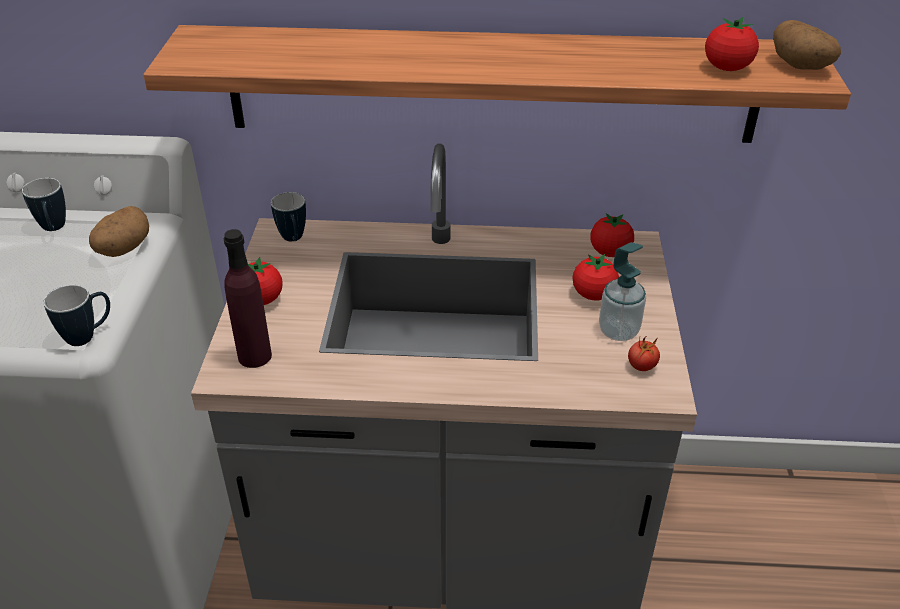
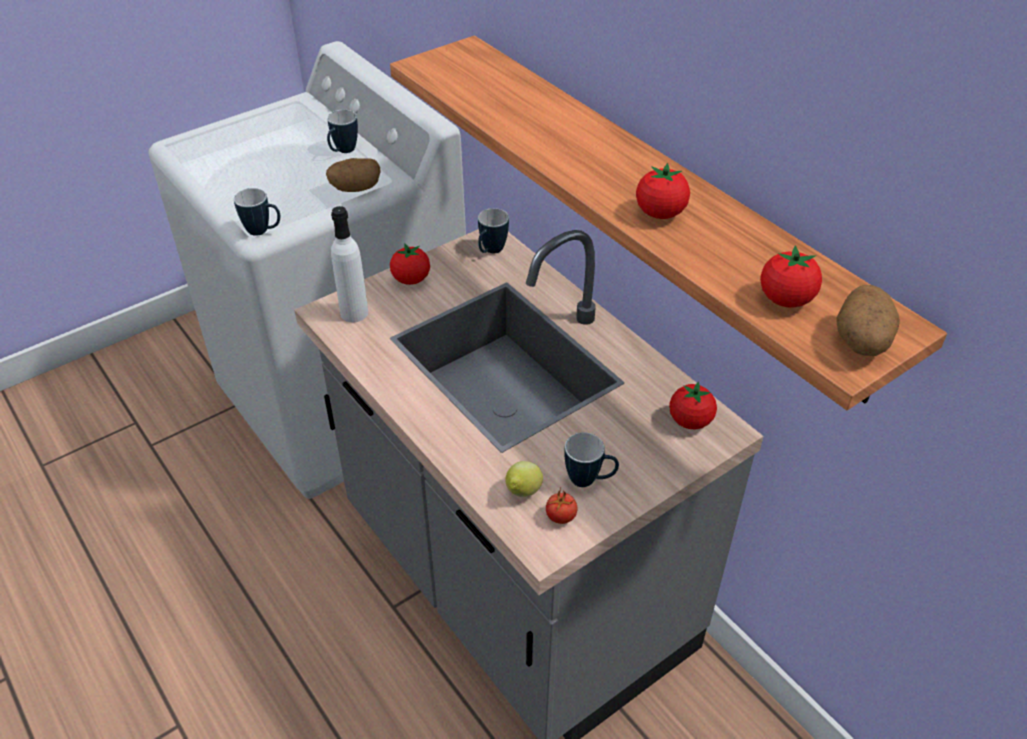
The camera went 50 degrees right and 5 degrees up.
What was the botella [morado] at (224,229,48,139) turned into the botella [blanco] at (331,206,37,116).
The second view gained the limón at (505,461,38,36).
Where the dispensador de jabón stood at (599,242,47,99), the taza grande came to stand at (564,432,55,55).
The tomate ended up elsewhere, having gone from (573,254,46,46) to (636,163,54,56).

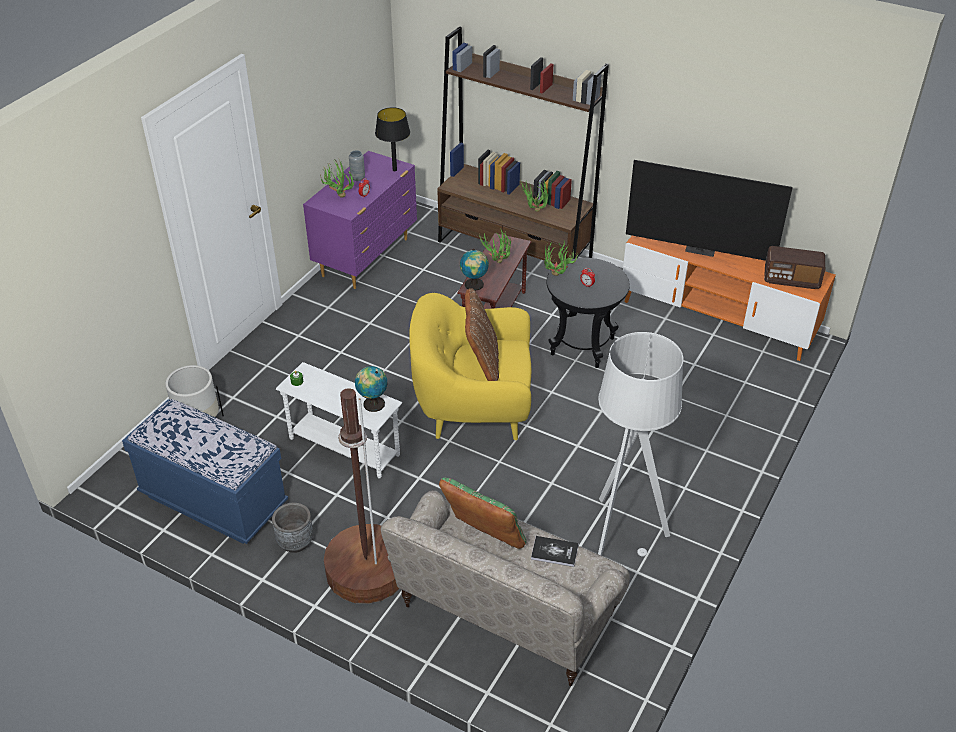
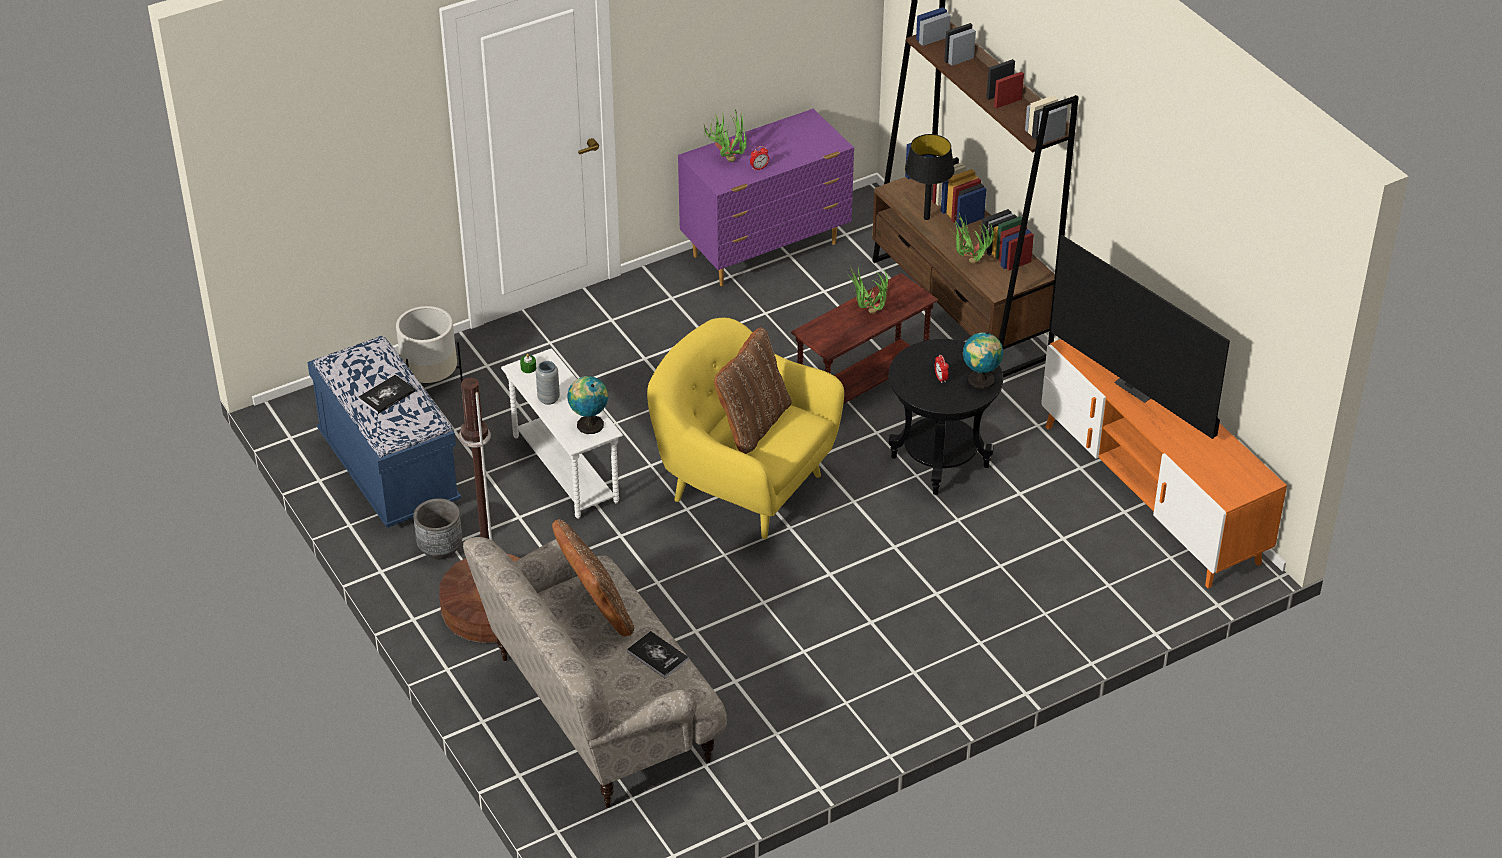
The camera went 30 degrees right and 0 degrees up.
The second view gained the libro at (358,375,58,39).
The florero [gris] ended up elsewhere, having gone from (349,150,16,31) to (536,361,24,44).
What was the cojín [verde] at (439,477,87,72) turned into the cojín [marrón] at (552,519,82,117).
The lámpara de mesa [negro] ended up elsewhere, having gone from (375,107,35,64) to (905,134,50,86).
The globo terráqueo ended up elsewhere, having gone from (460,249,29,42) to (963,331,40,58).
The second view lost the planta en maceta at (544,241,34,35).
The second view lost the lámpara de pie [gris] at (598,332,86,225).
The second view lost the radio at (764,246,61,43).

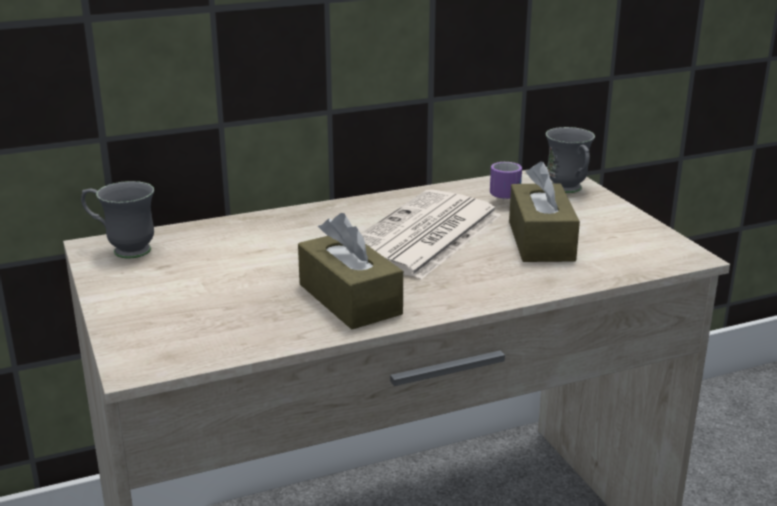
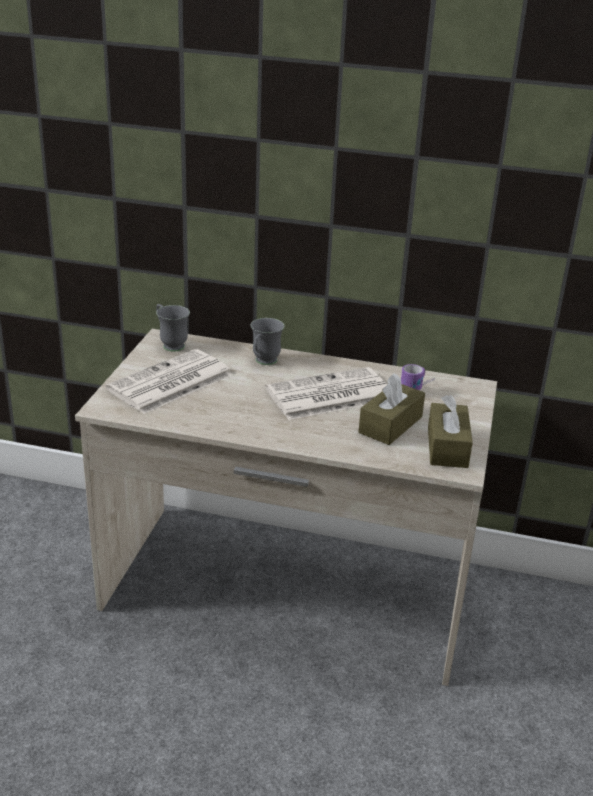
The camera went 35 degrees right and 5 degrees up.
The second view gained the periódico at (106,349,127,65).
The taza grande [gris] ended up elsewhere, having gone from (546,127,49,66) to (251,318,33,47).
The caja de pañuelos [marrón] ended up elsewhere, having gone from (298,213,105,116) to (428,395,45,73).

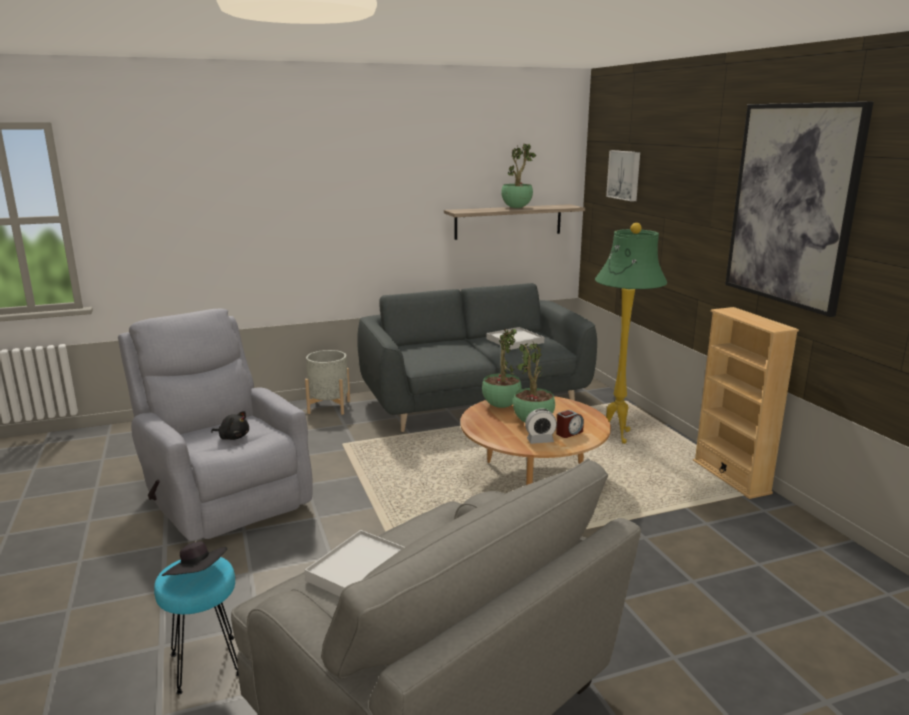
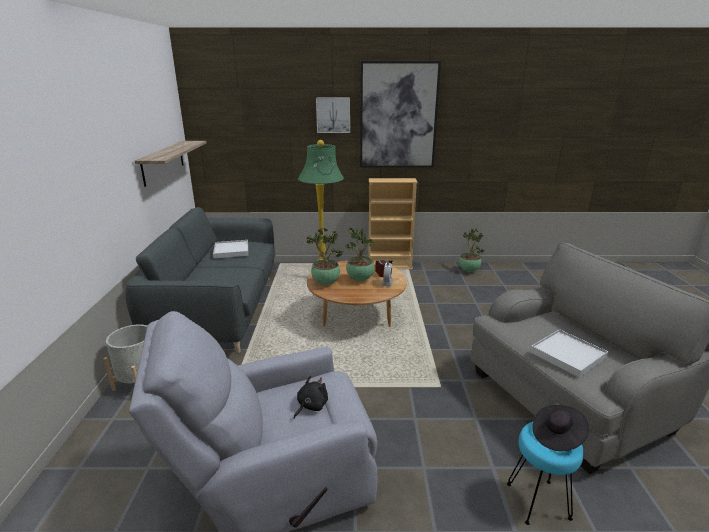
The camera went 70 degrees left and 5 degrees up.
The cuadro ended up elsewhere, having gone from (606,150,34,52) to (316,98,34,35).
The planta en maceta ended up elsewhere, having gone from (501,144,35,64) to (459,228,25,44).

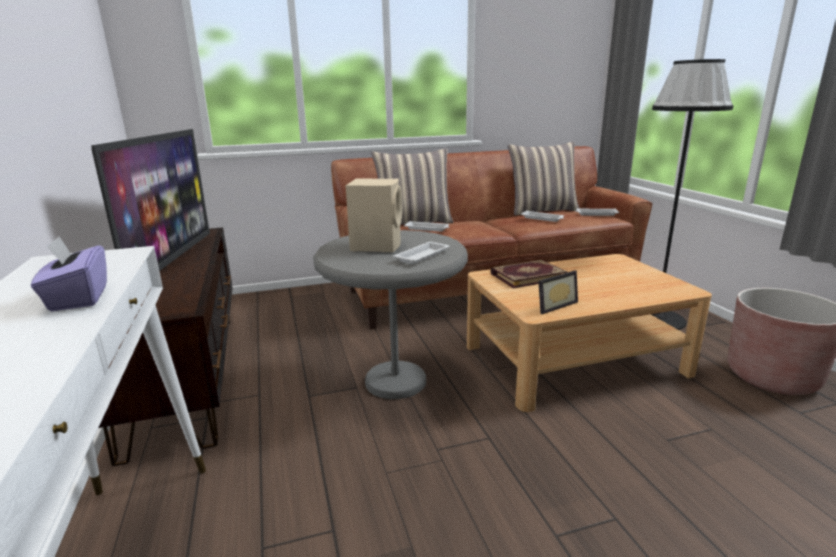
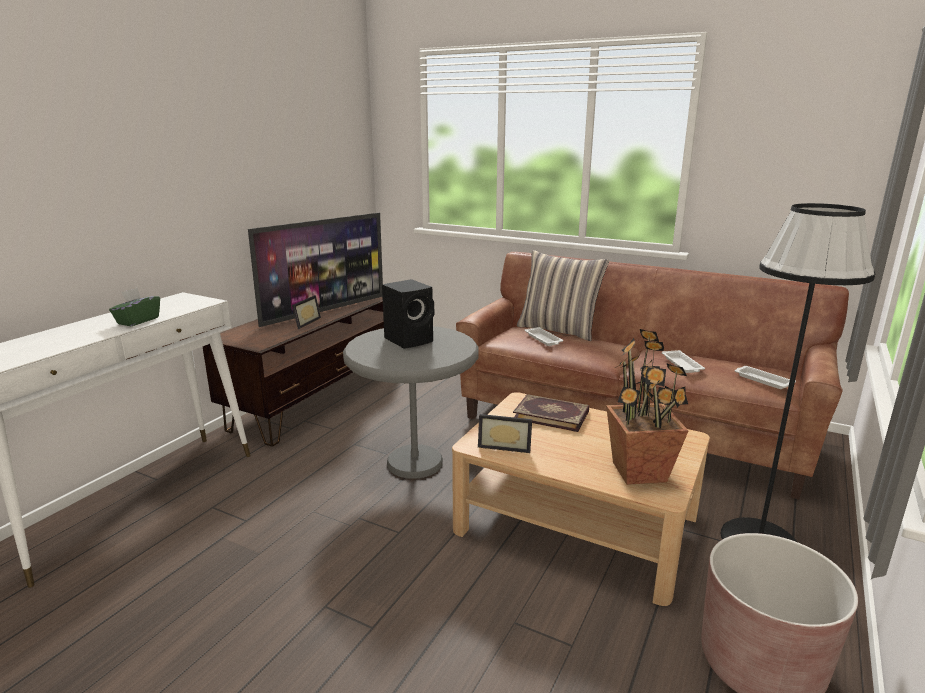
The camera went 45 degrees right and 0 degrees up.
What was the caja de pañuelos [morado] at (31,236,76,75) turned into the caja de pañuelos [verde] at (109,288,51,38).
The second view gained the portarretratos at (292,295,29,34).
What was the altavoz [beis] at (346,178,56,74) turned into the altavoz [negro] at (382,279,52,70).
The second view gained the planta en maceta at (606,329,83,156).
The second view lost the bandeja [blanco] at (393,242,57,23).
The second view lost the cojín at (508,142,72,74).

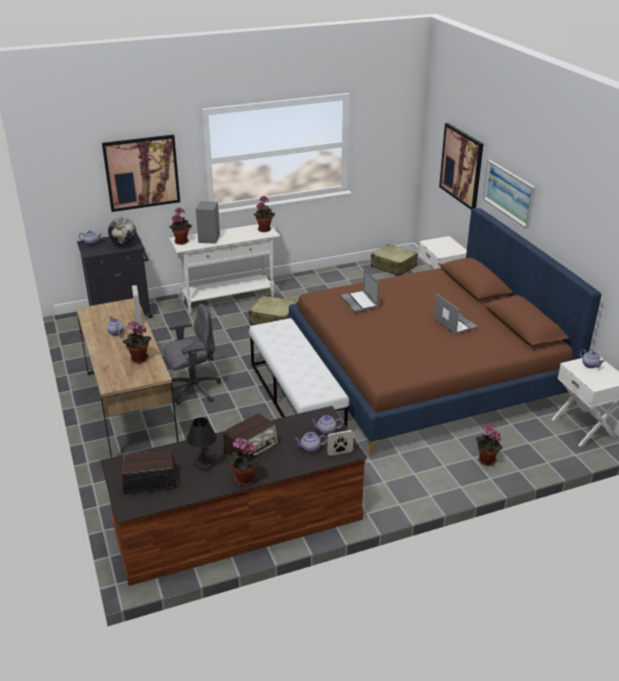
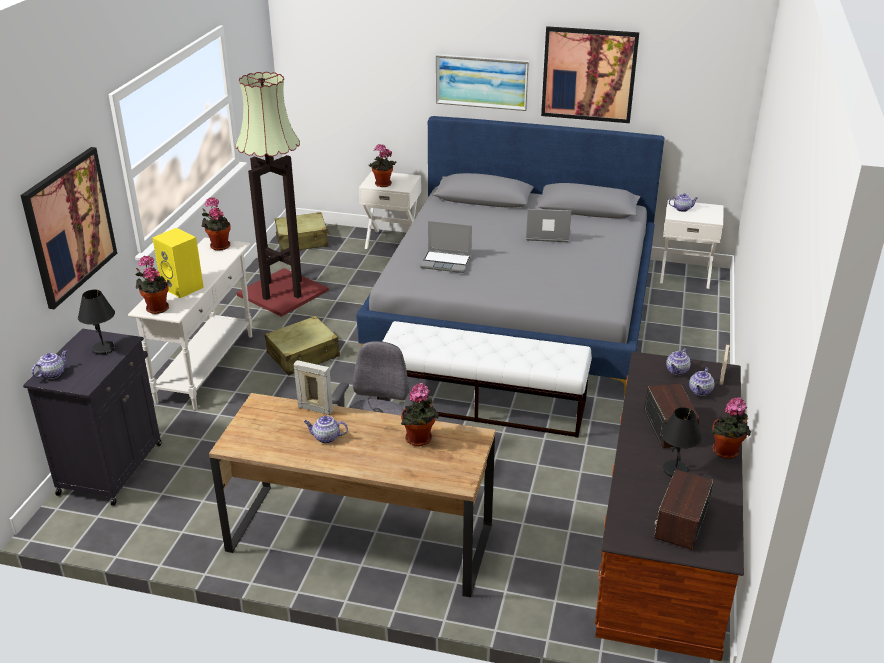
The camera went 55 degrees left and 0 degrees up.
Where the globo terráqueo stood at (108,218,28,28), the lámpara de mesa [negro] came to stand at (78,290,37,65).
What was the altavoz [gris] at (196,201,24,43) turned into the altavoz [amarillo] at (152,228,52,70).
The second view gained the lámpara de pie at (236,72,93,245).
What was the cama [marrón] at (289,208,312,248) turned into the cama [gris] at (356,116,309,282).
The planta en maceta ended up elsewhere, having gone from (476,424,26,42) to (369,144,27,43).
The cuadro ended up elsewhere, having gone from (439,123,45,87) to (541,26,98,97).

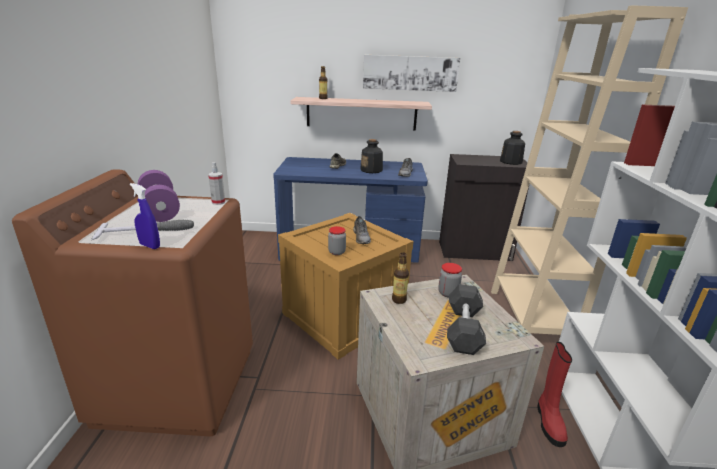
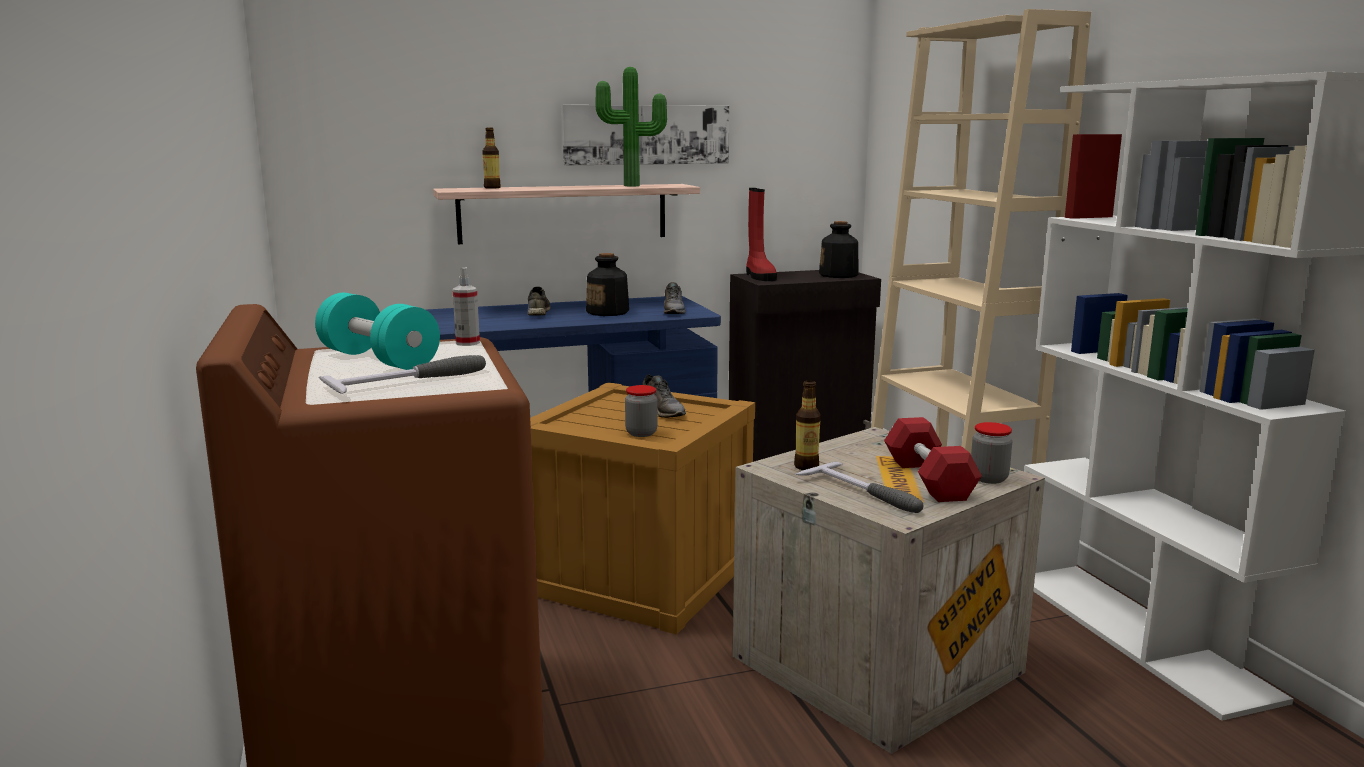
The camera went 20 degrees left and 10 degrees down.
What was the mancuerna [morado] at (138,170,42,52) turned into the mancuerna [turquesa] at (315,293,125,77).
The second view gained the planta en maceta at (596,67,71,120).
The bota [rojo] ended up elsewhere, having gone from (537,342,35,105) to (746,188,31,93).
The second view gained the martillo at (795,462,128,51).
What was the mancuerna [gris] at (447,284,39,71) turned into the mancuerna [rojo] at (884,417,98,85).
The tarro ended up elsewhere, having gone from (438,263,24,34) to (971,422,41,62).
The second view lost the pulverizador [azul] at (130,183,30,66).

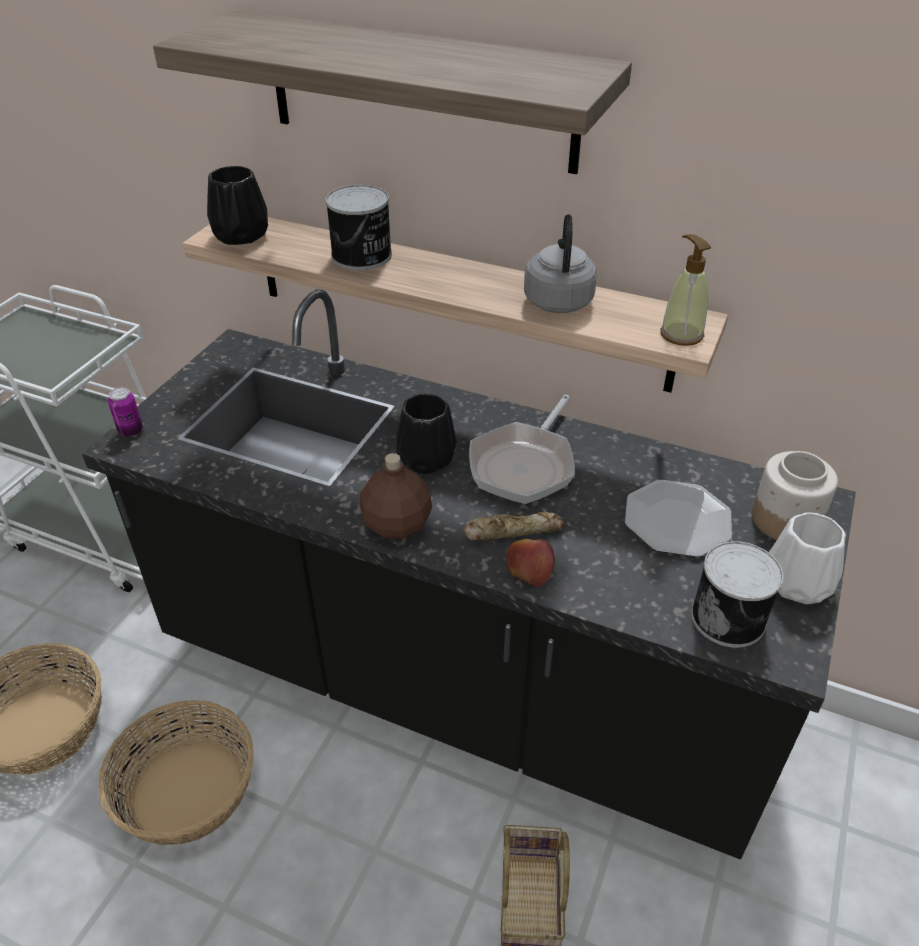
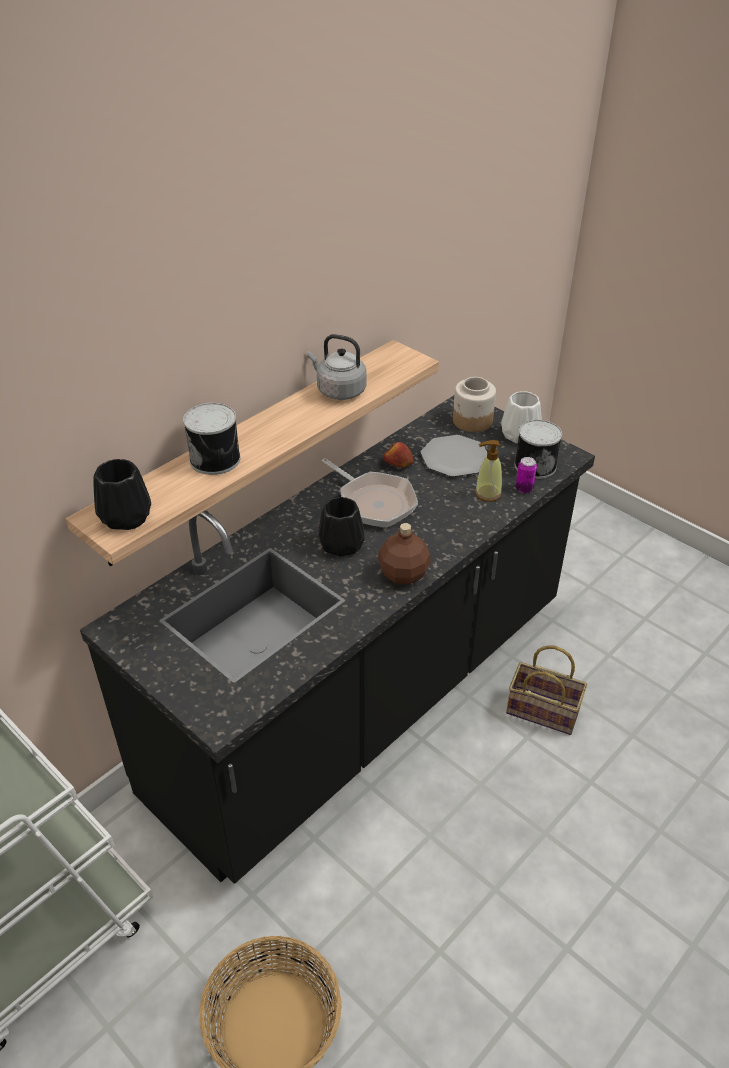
The camera went 70 degrees left and 0 degrees up.
The manzana ended up elsewhere, having gone from (506,539,48,48) to (383,442,31,26).
The dispensador de jabón ended up elsewhere, having gone from (660,234,51,112) to (475,440,27,62).
The lata ended up elsewhere, having gone from (108,387,35,50) to (515,457,22,36).
The second view lost the cesta at (99,700,155,145).
The second view lost the estante at (153,10,479,164).
The second view lost the pan at (463,512,102,29).

